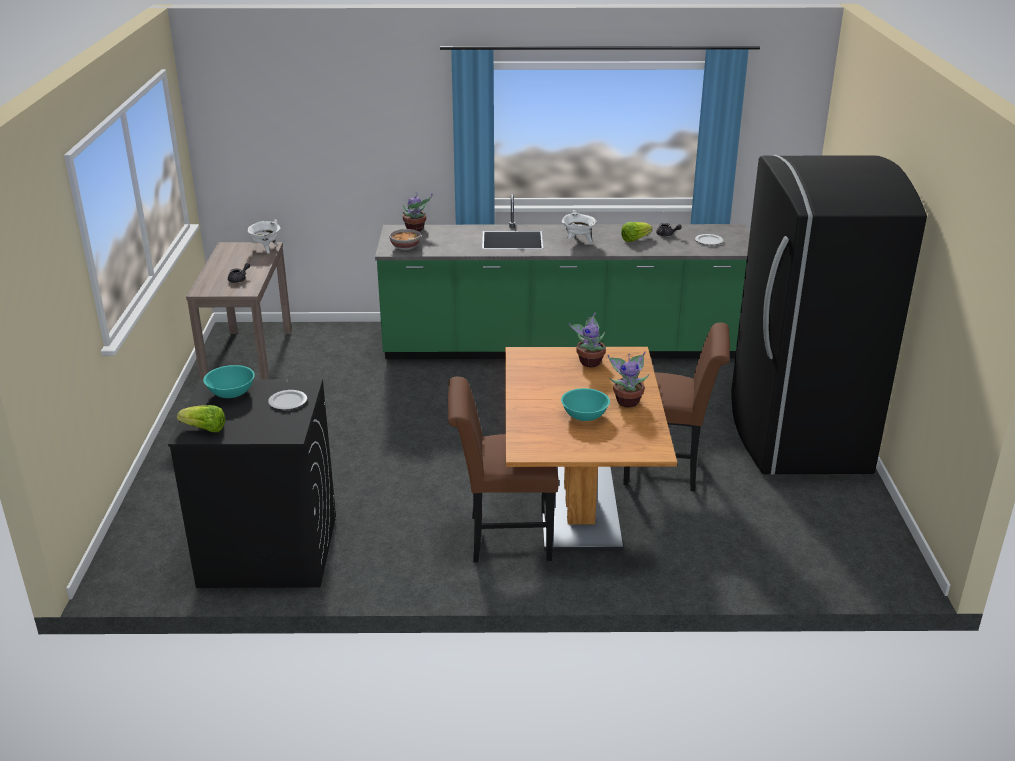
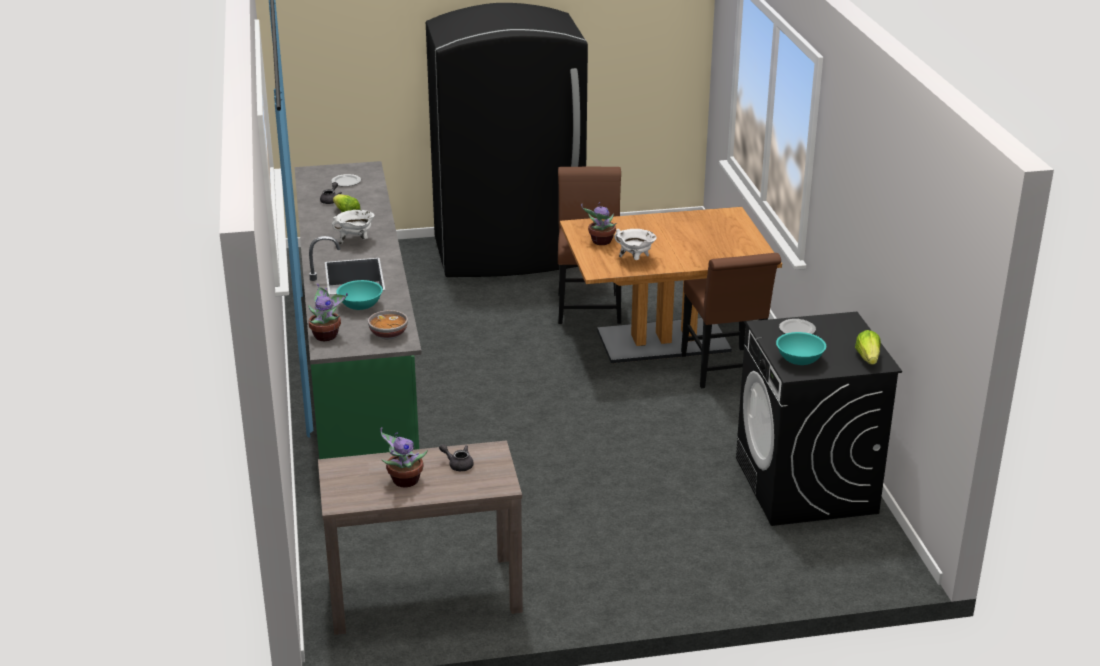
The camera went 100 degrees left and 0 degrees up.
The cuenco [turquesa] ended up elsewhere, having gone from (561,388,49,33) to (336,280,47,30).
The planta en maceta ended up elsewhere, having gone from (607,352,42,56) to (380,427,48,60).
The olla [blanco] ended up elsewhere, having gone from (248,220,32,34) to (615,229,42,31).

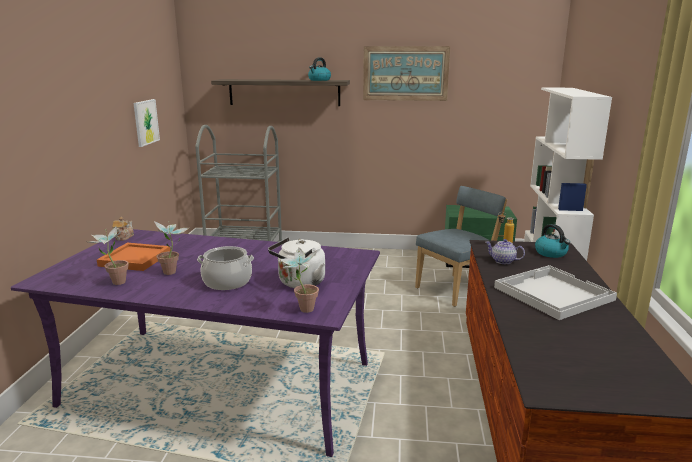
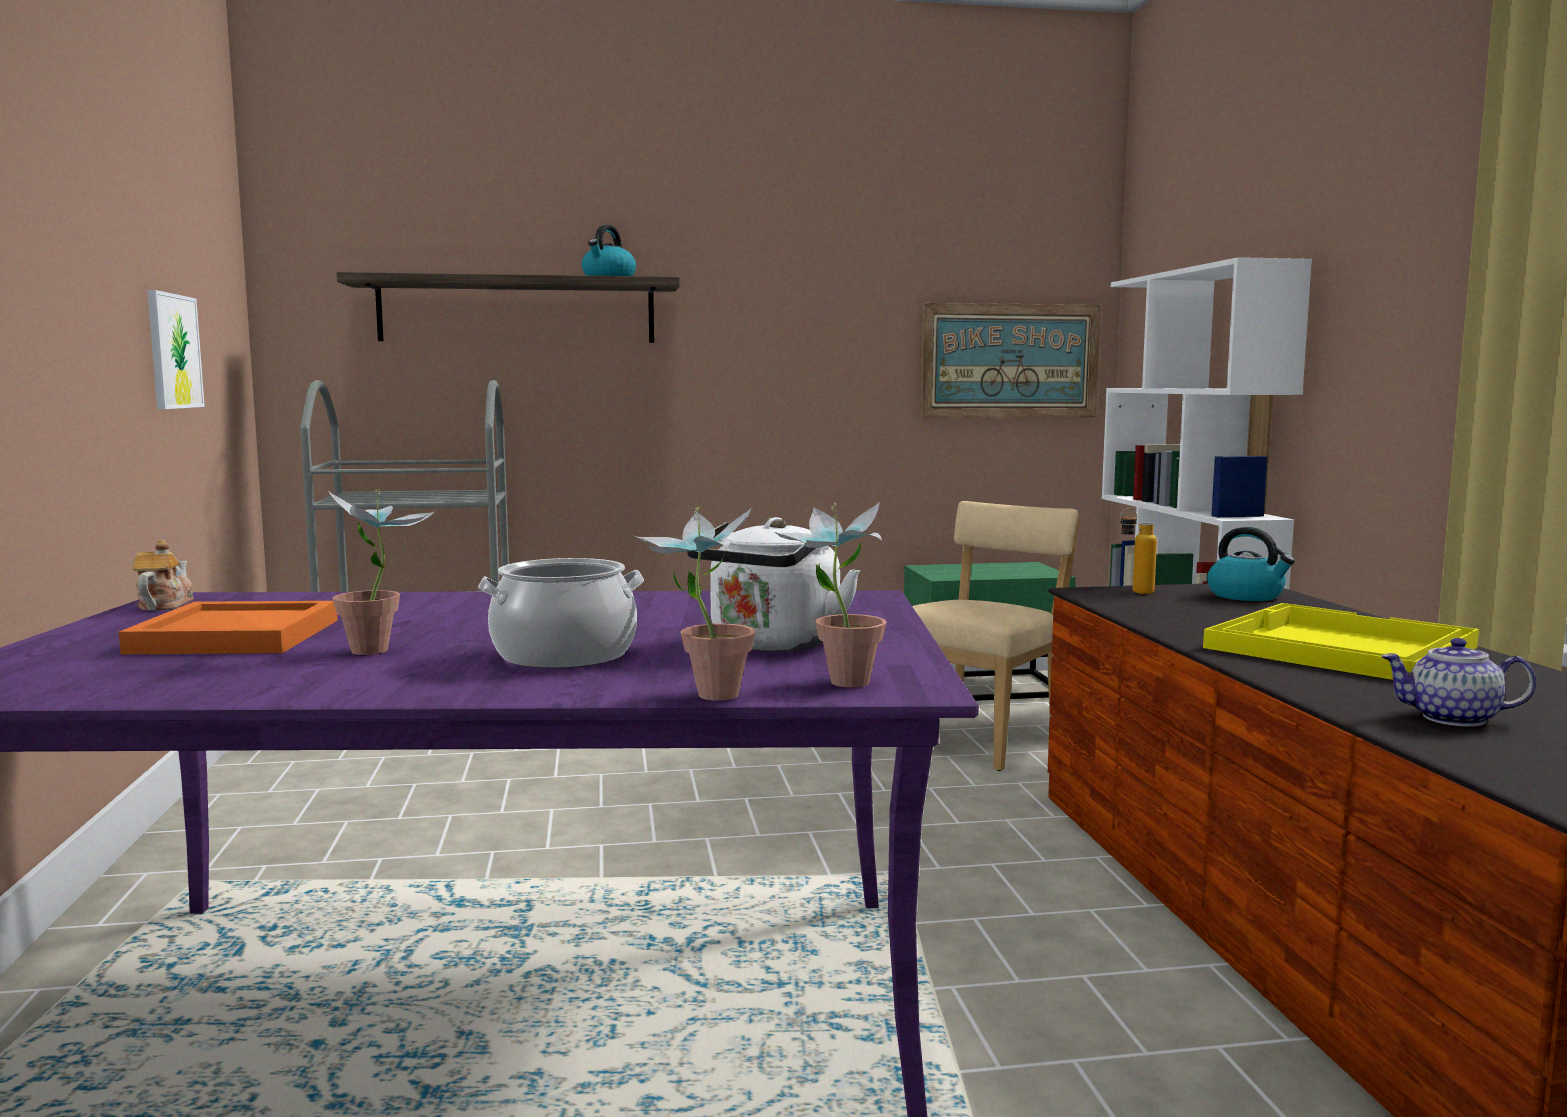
The camera went 15 degrees left and 10 degrees down.
The planta en maceta ended up elsewhere, having gone from (86,226,43,59) to (635,507,121,194).
What was the silla [azul] at (415,186,92,121) turned into the silla [beis] at (912,501,168,270).
The cuadro ended up elsewhere, having gone from (363,46,87,55) to (921,303,180,116).
What was the bandeja [blanco] at (494,265,123,55) turned into the bandeja [amarillo] at (1203,603,276,77).
The tetera ended up elsewhere, having gone from (485,239,40,25) to (1381,638,155,89).

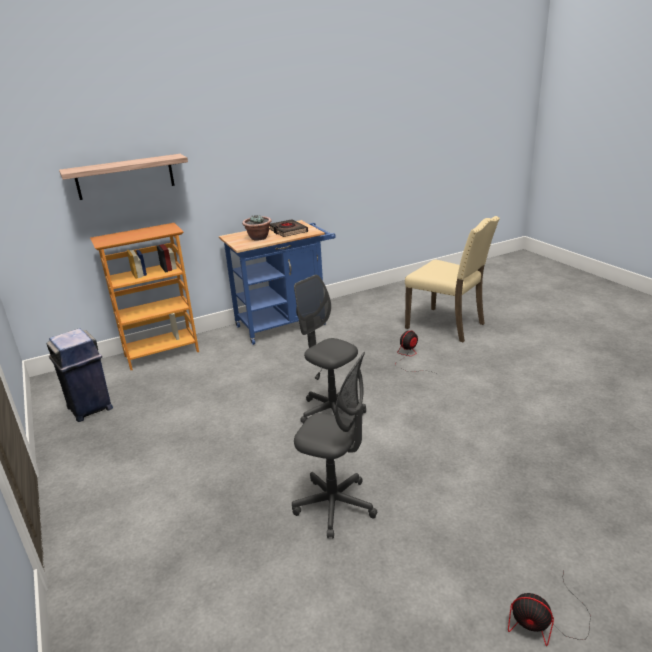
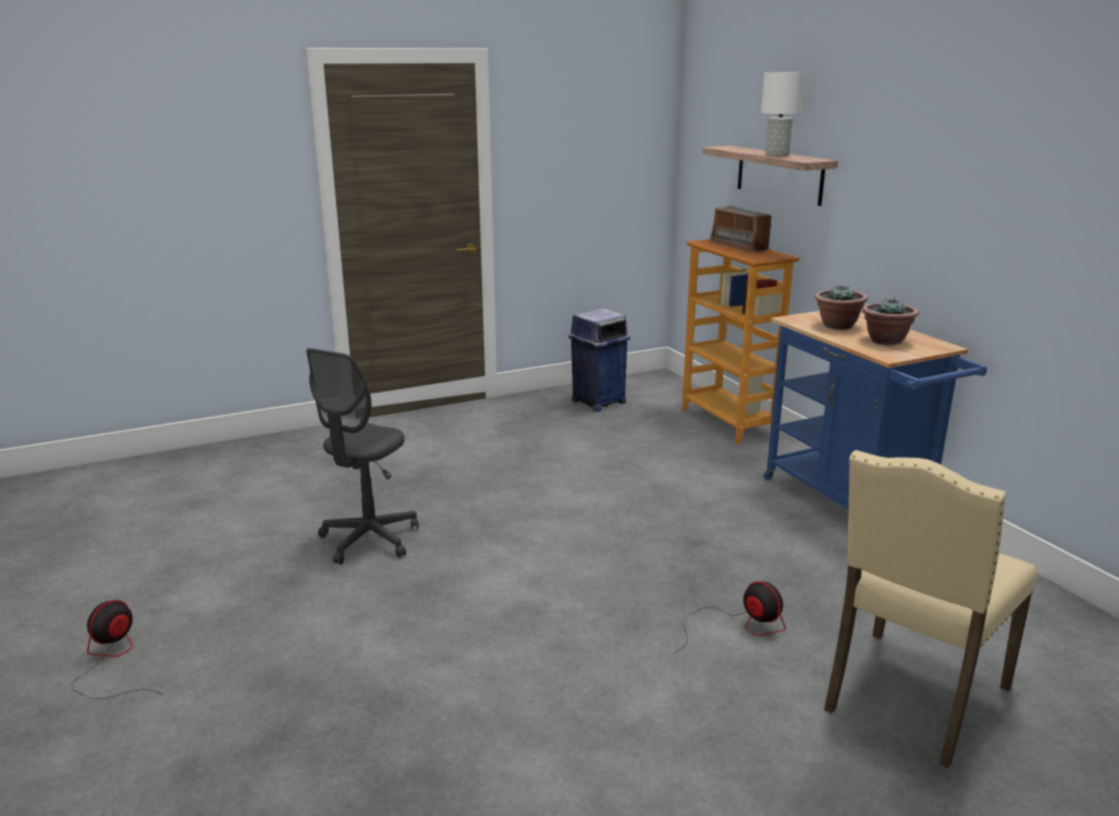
The camera went 90 degrees right and 5 degrees down.
The second view gained the radio at (710,206,64,47).
The second view gained the lámpara de mesa [blanco] at (761,72,44,84).
Where the libro [negro] stood at (269,219,39,18), the planta en maceta came to stand at (862,298,57,47).
The second view lost the silla de oficina [gris] at (294,275,72,149).

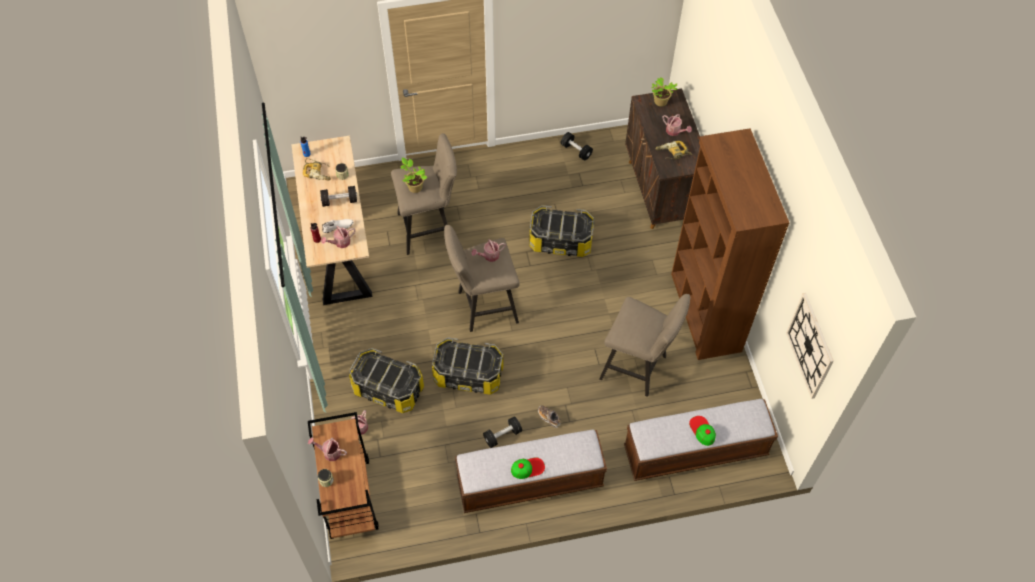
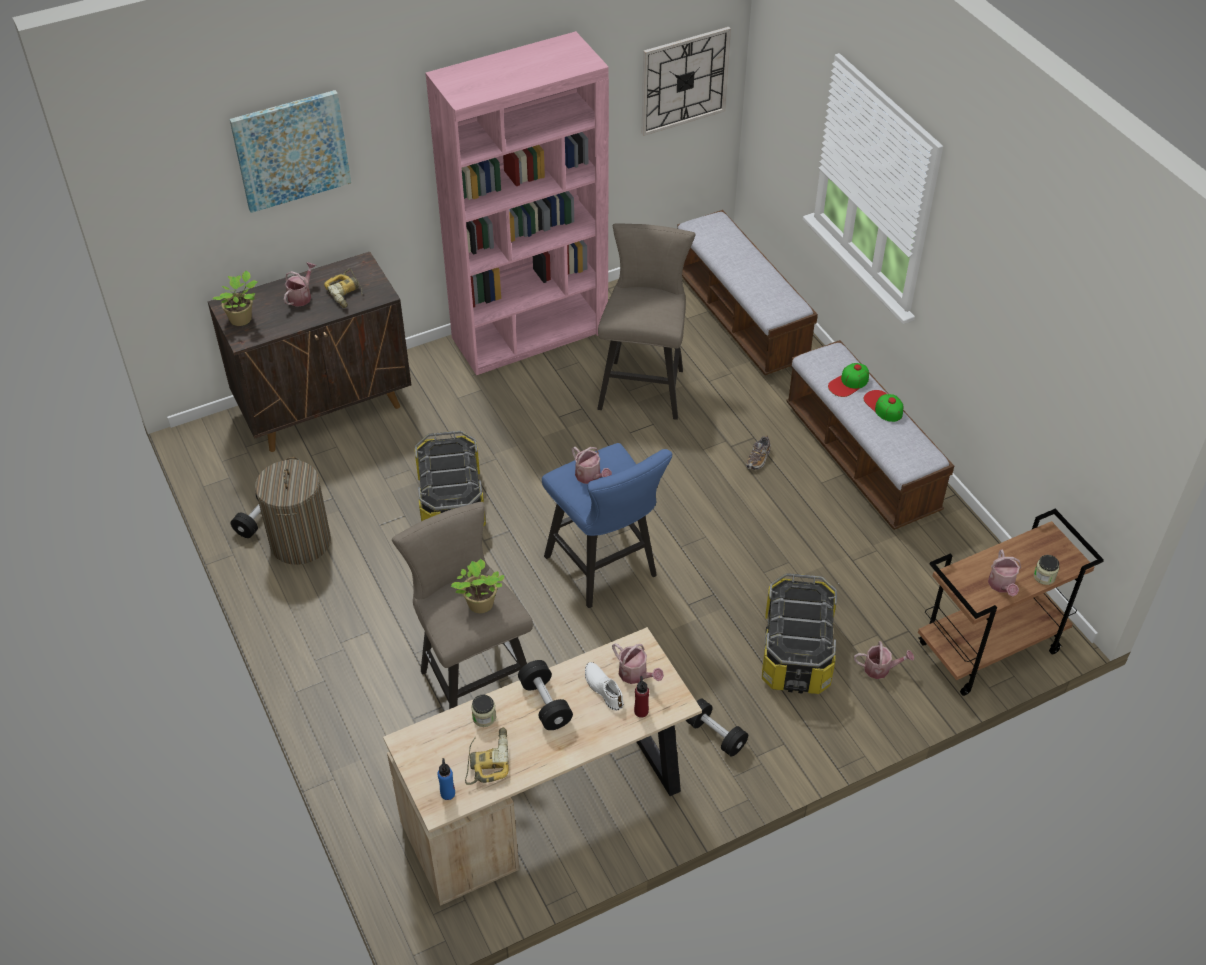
The camera went 105 degrees left and 10 degrees down.
The second view gained the cuadro at (229,90,122,123).
The second view gained the cesto de la ropa at (255,457,76,108).
What was the estantería [marrón] at (671,128,118,232) turned into the estantería [rosa] at (425,31,184,344).
What was the taburete [beis] at (444,225,76,107) turned into the taburete [azul] at (542,443,131,165).
The mancuerna [negro] ended up elsewhere, having gone from (483,416,39,32) to (685,699,63,58).
The gorra ended up elsewhere, having gone from (689,416,27,30) to (828,363,41,34).
The second view lost the caja de almacenaje at (432,338,71,57).

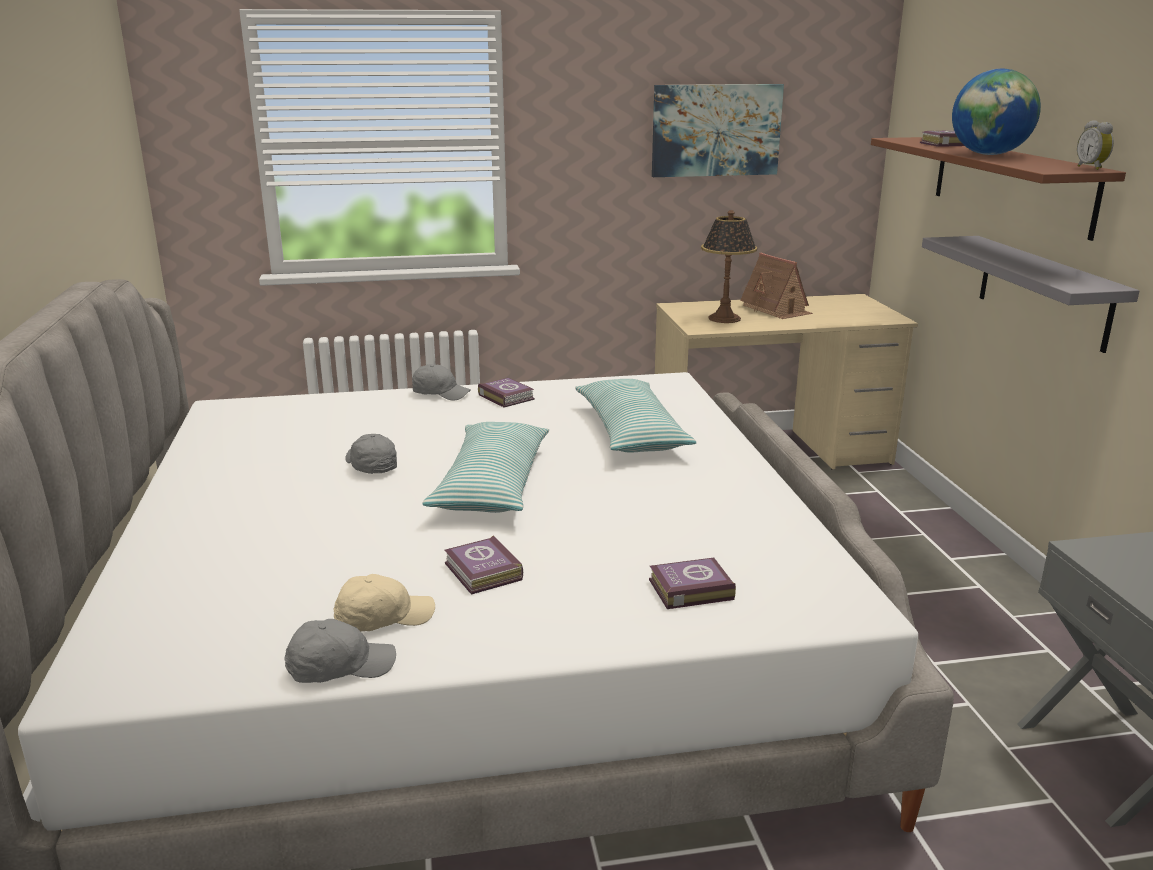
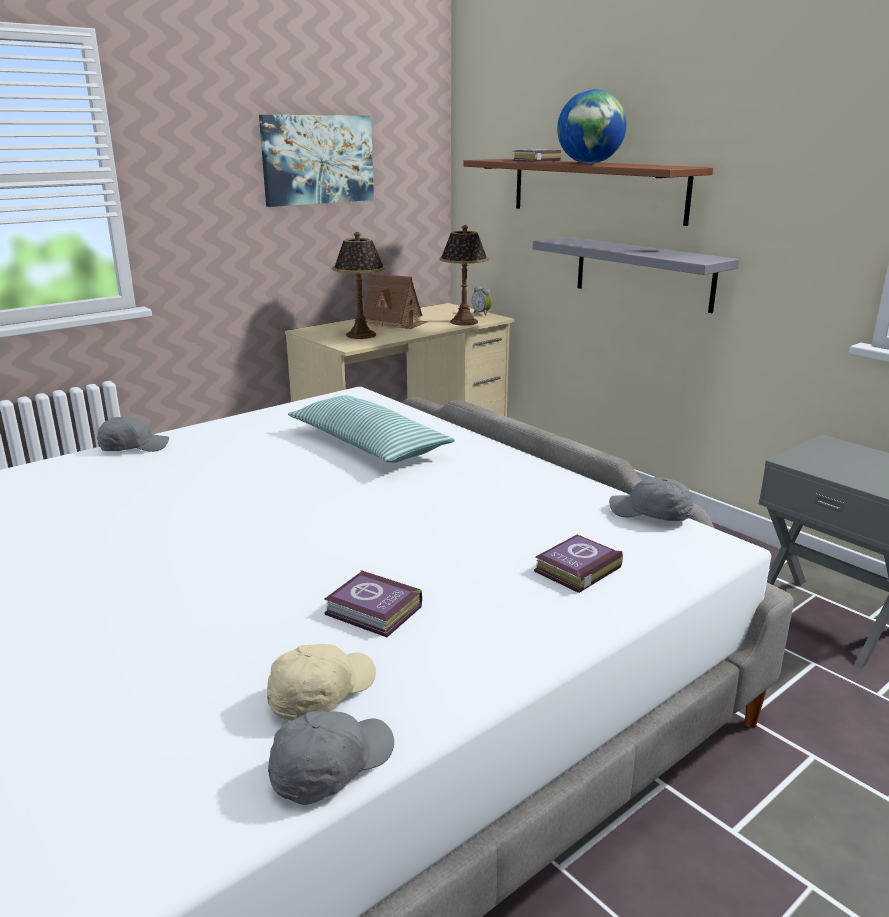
The camera went 30 degrees left and 0 degrees up.
The second view gained the lámpara de mesa at (440,225,49,100).
The despertador ended up elsewhere, having gone from (1077,120,37,50) to (472,286,20,30).
The gorra [gris] ended up elsewhere, having gone from (345,434,52,40) to (609,477,85,44).
The second view lost the cojín at (422,422,127,91).
The second view lost the libro at (478,378,57,30).

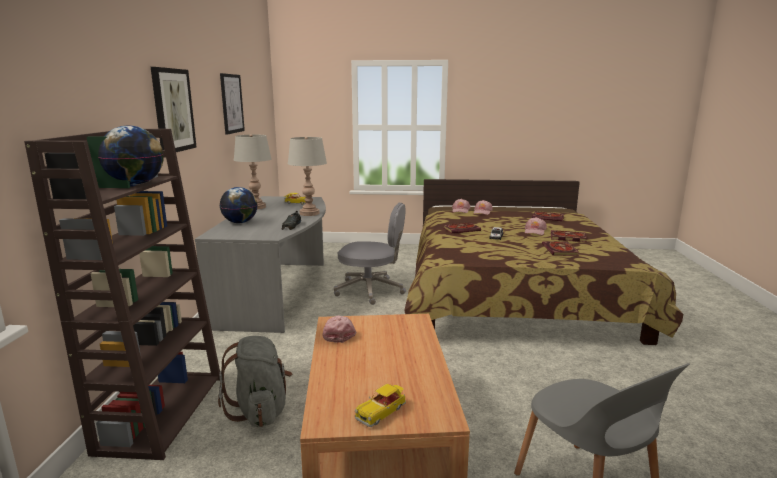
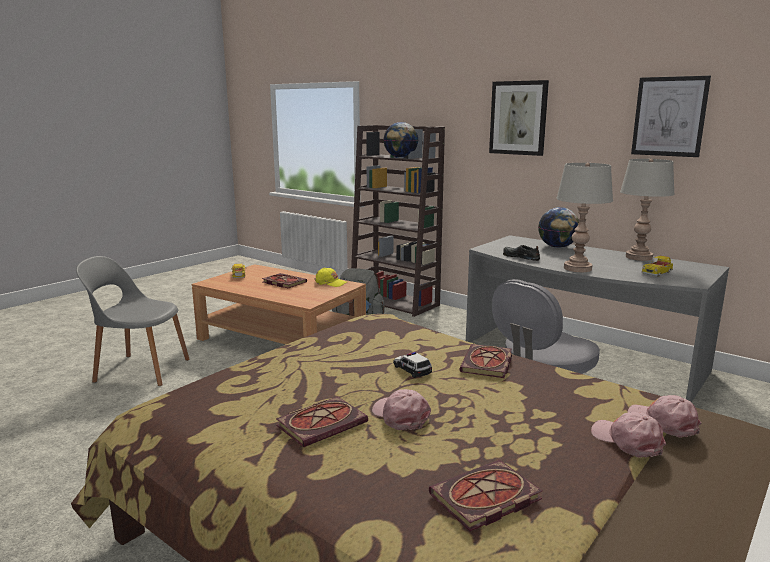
The camera went 125 degrees right and 0 degrees up.
The libro ended up elsewhere, having gone from (542,241,37,15) to (262,273,45,16).
What was the gorra [rosa] at (322,316,34,27) turned into the gorra [amarillo] at (314,268,33,19).

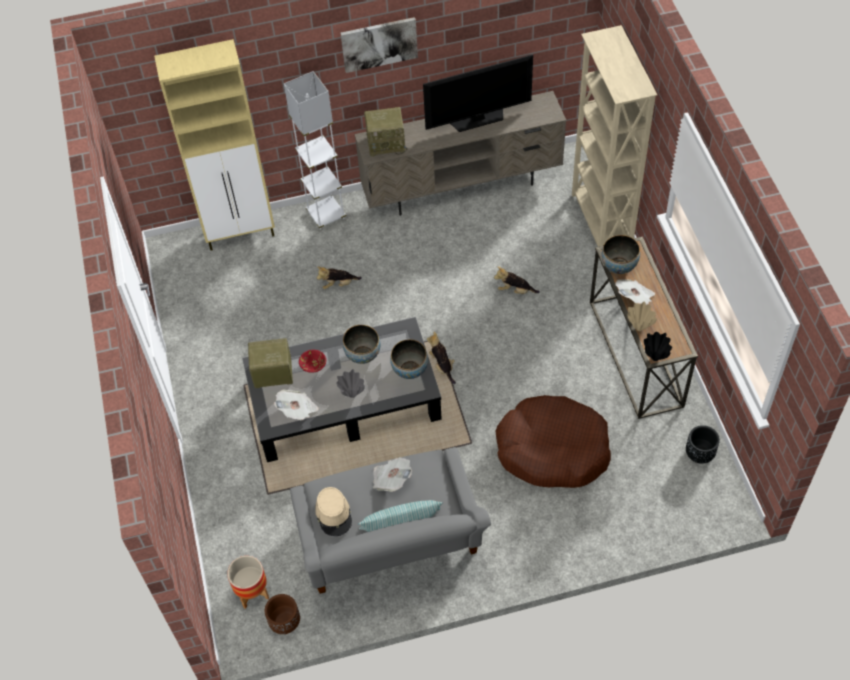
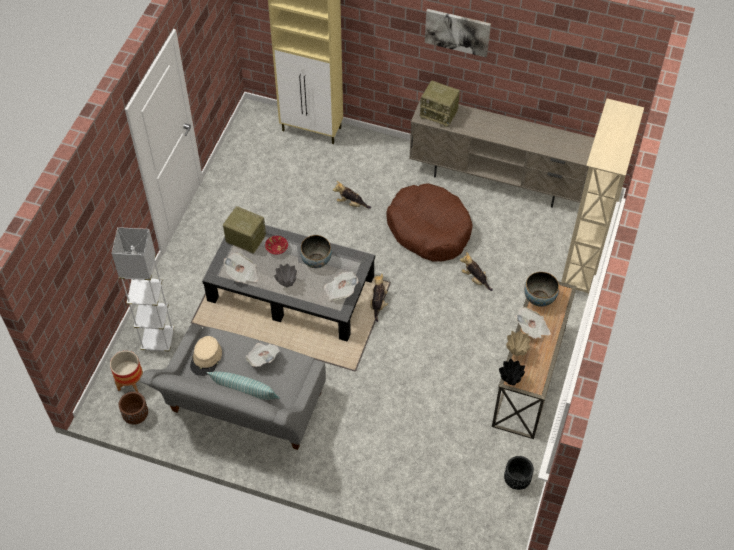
The camera went 30 degrees right and 0 degrees up.
The lámpara de pie [blanco] ended up elsewhere, having gone from (284,71,62,158) to (111,227,63,125).
Where the cuenco stood at (390,339,38,40), the periódico came to stand at (324,271,34,30).
The cama para perro [marrón] ended up elsewhere, having gone from (495,395,116,93) to (386,183,87,78).
The second view lost the televisor at (423,54,110,78).

